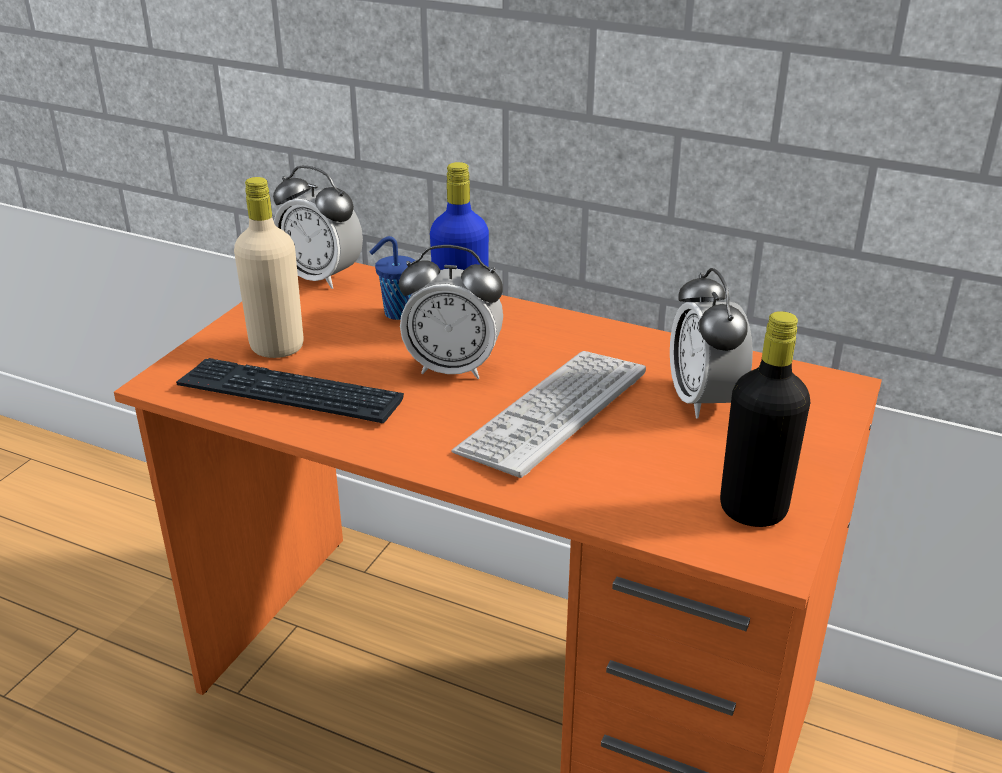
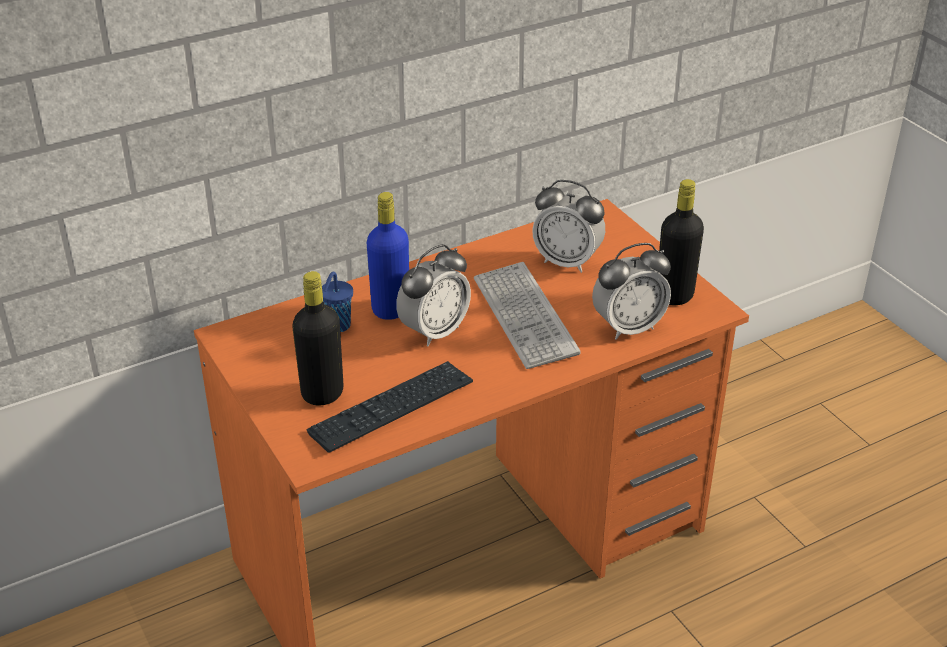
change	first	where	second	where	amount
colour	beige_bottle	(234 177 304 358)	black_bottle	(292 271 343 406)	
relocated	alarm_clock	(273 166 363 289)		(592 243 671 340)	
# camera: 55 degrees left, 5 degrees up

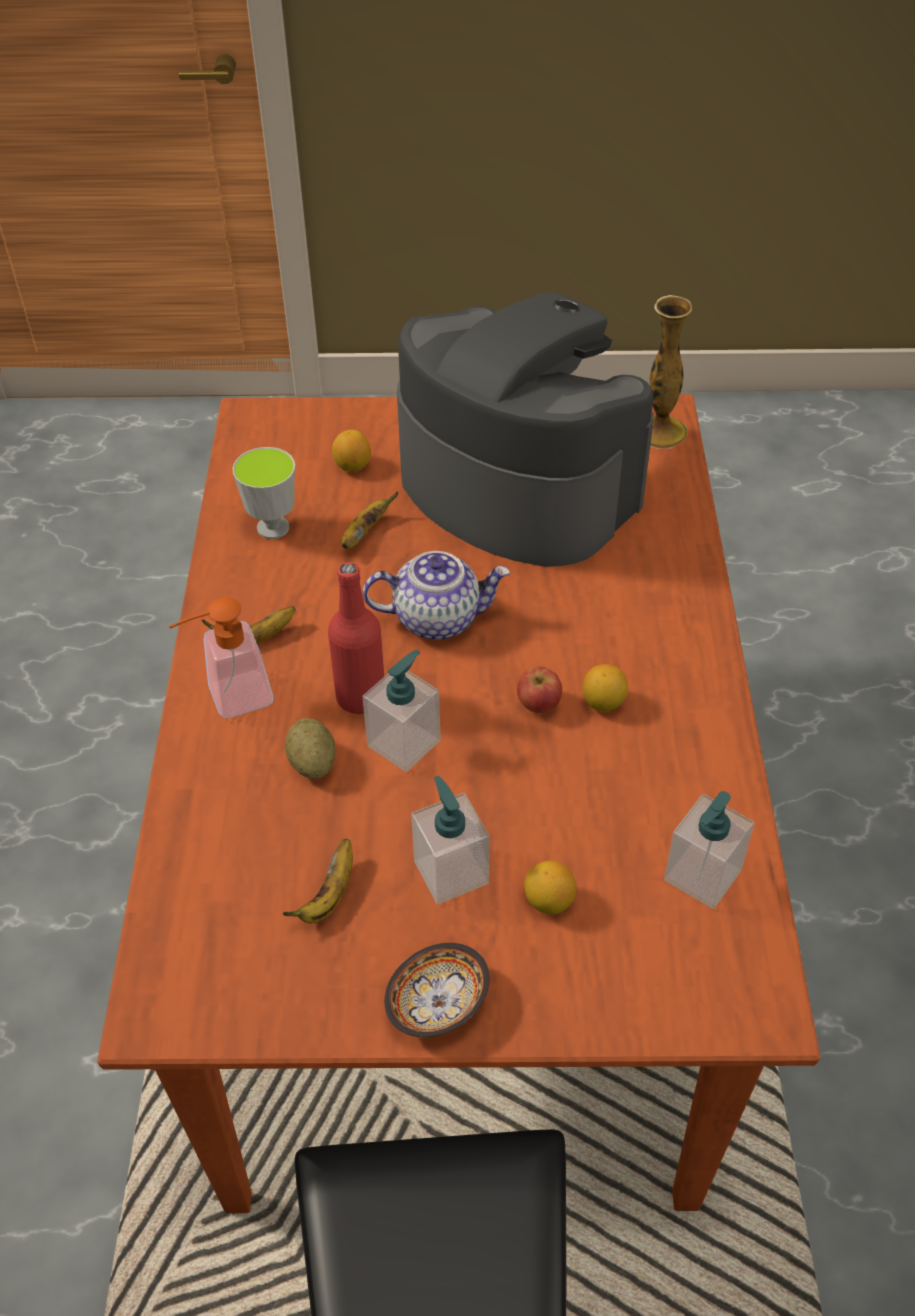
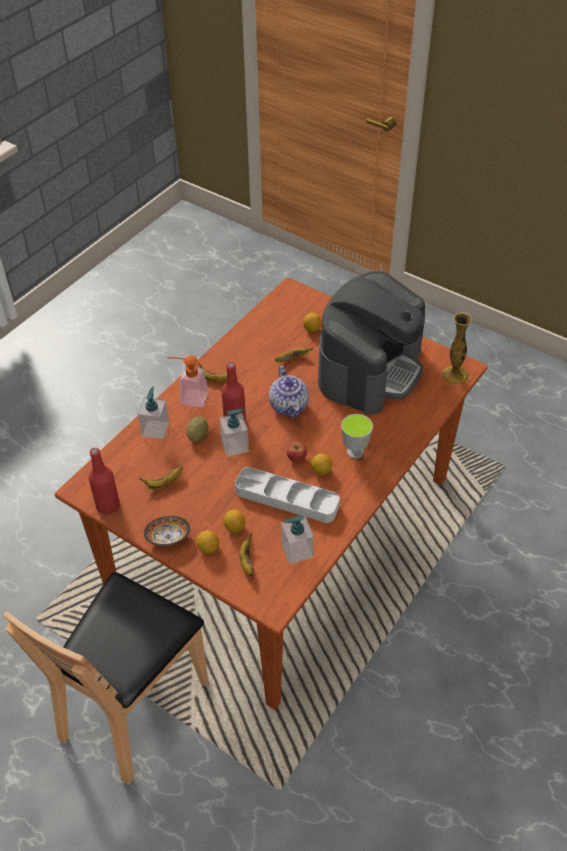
change	first	where	second	where	amount
appeared			red_bottle	(89 448 120 514)	
relocated	soap_dispenser	(411 776 489 905)		(138 387 169 439)	
appeared			lemon	(197 530 219 554)	
appeared			grey_tray	(235 467 340 523)	
appeared			banana	(240 532 254 576)	
spun	teapot	(363 551 510 640)		(269 366 309 418)	45 degrees clockwise
spun	coffee_machine	(397 292 654 567)		(318 271 426 415)	45 degrees clockwise
relocated	cup	(232 447 295 539)		(341 414 373 459)	
# camera: 35 degrees right, 0 degrees up

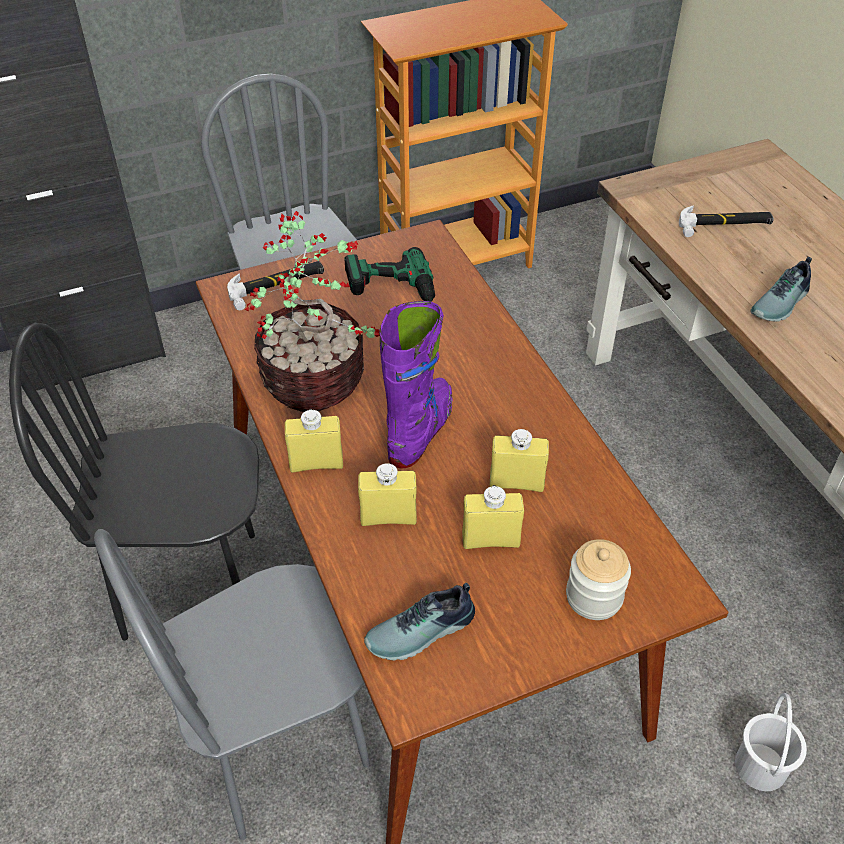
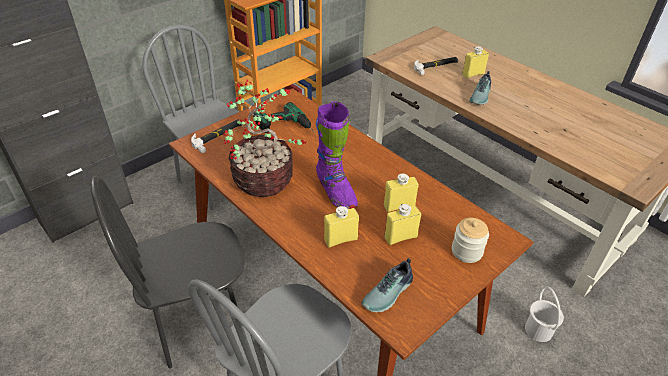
change	first	where	second	where	amount
spun	purple_boot	(379 301 453 469)		(316 102 358 209)	150 degrees clockwise
relocated	yellow_bottle	(285 409 343 473)		(462 46 489 78)	
# camera: 20 degrees left, 5 degrees down

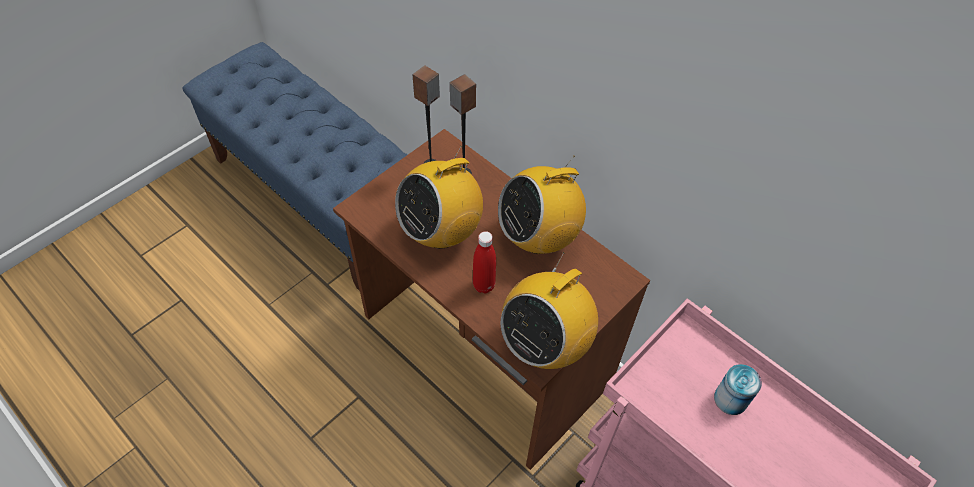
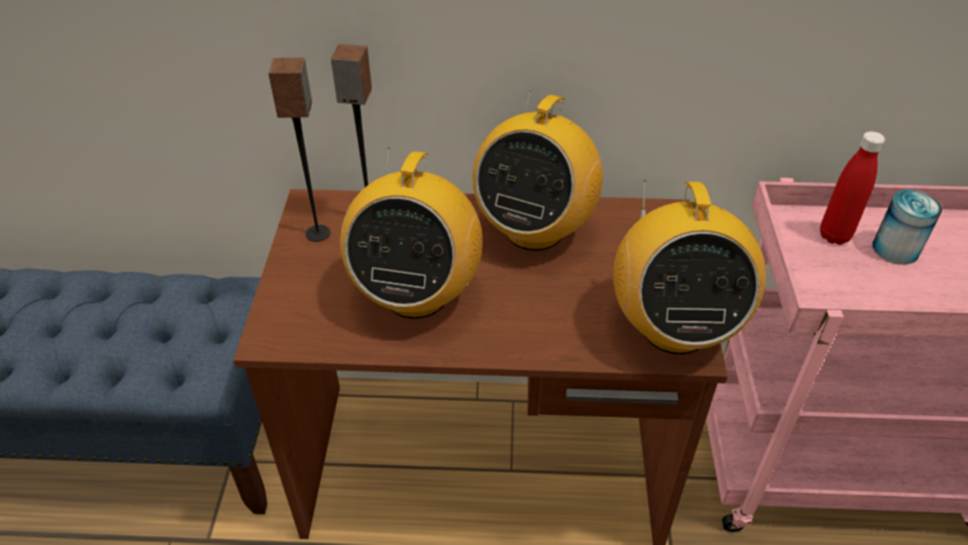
change	first	where	second	where	amount
relocated	red_bottle	(473 231 496 294)		(820 131 886 245)	
# camera: 40 degrees left, 10 degrees down

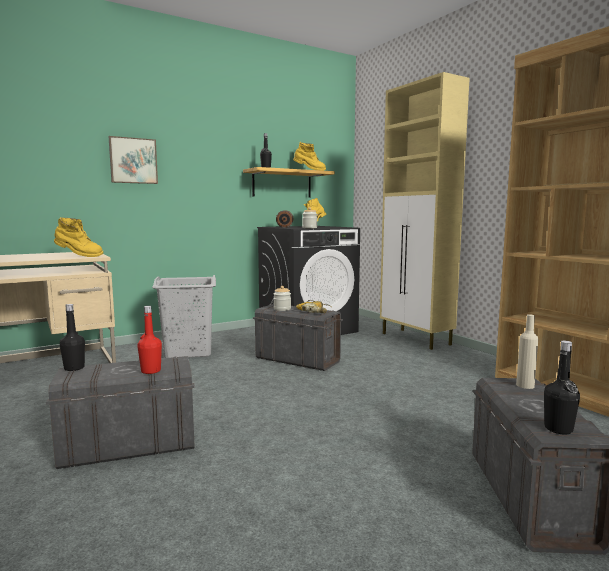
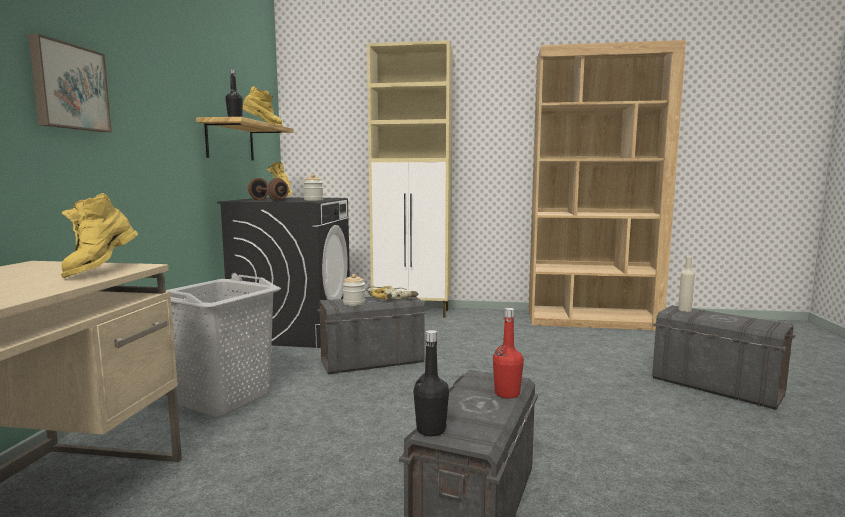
change	first	where	second	where	amount
spun	yellow_boot	(54 217 103 257)		(61 193 138 278)	150 degrees clockwise
missing	black_bottle	(544 341 580 434)			
# camera: 50 degrees left, 0 degrees up

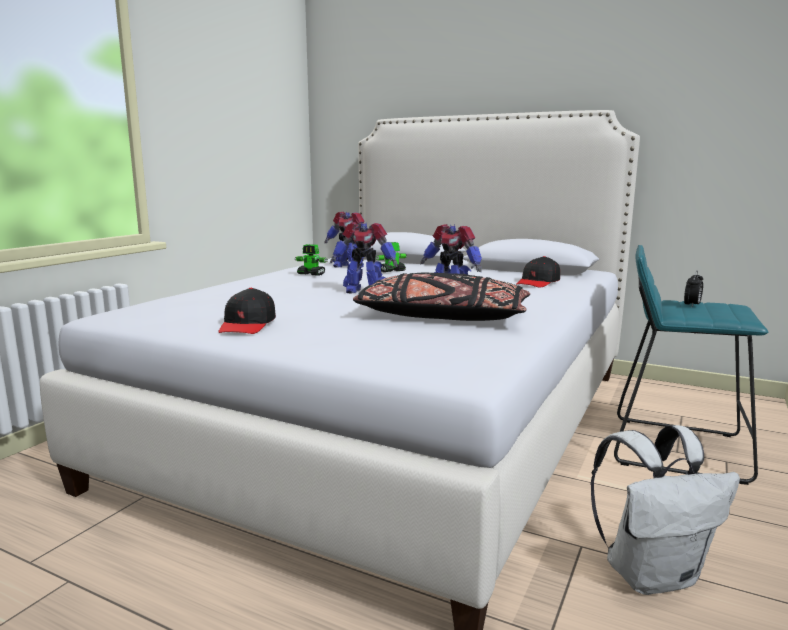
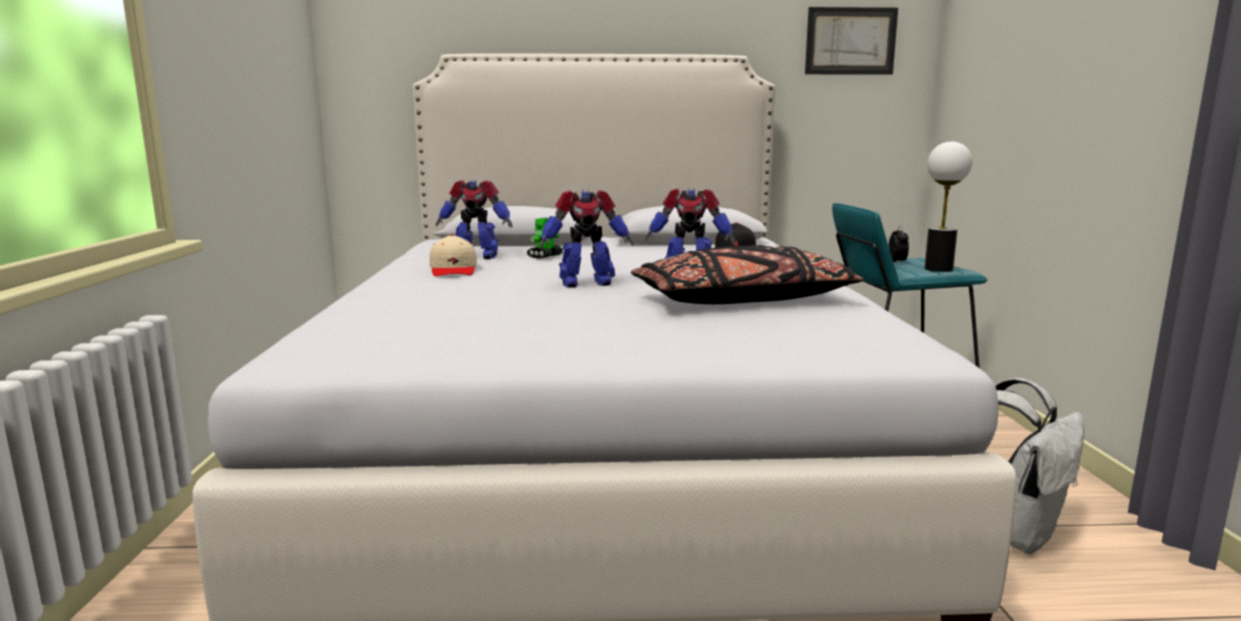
change	first	where	second	where	amount
exchanged	toy_robot	(295 244 328 276)	beige_cap	(430 235 477 277)	
appeared			picture	(805 7 898 75)	
appeared			table_lamp	(924 141 972 272)	
missing	black_cap	(218 288 276 334)			
# camera: 30 degrees left, 0 degrees up

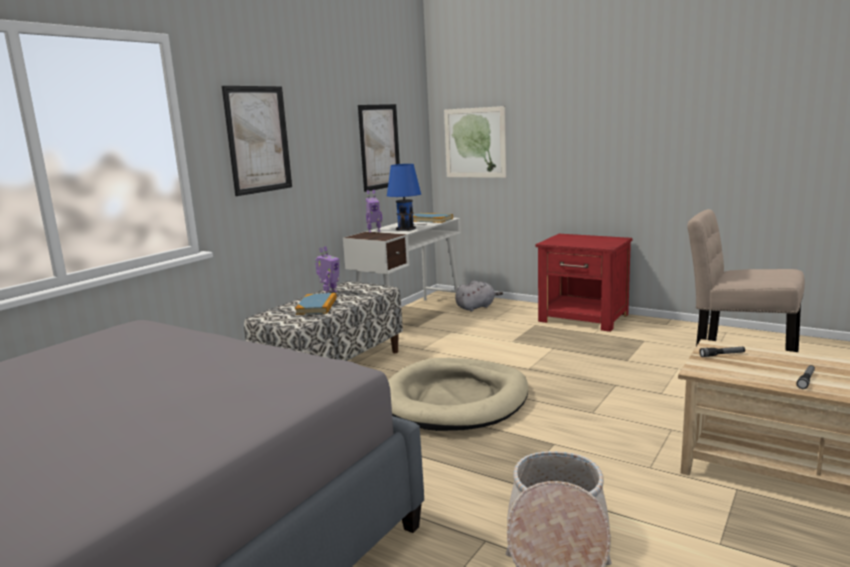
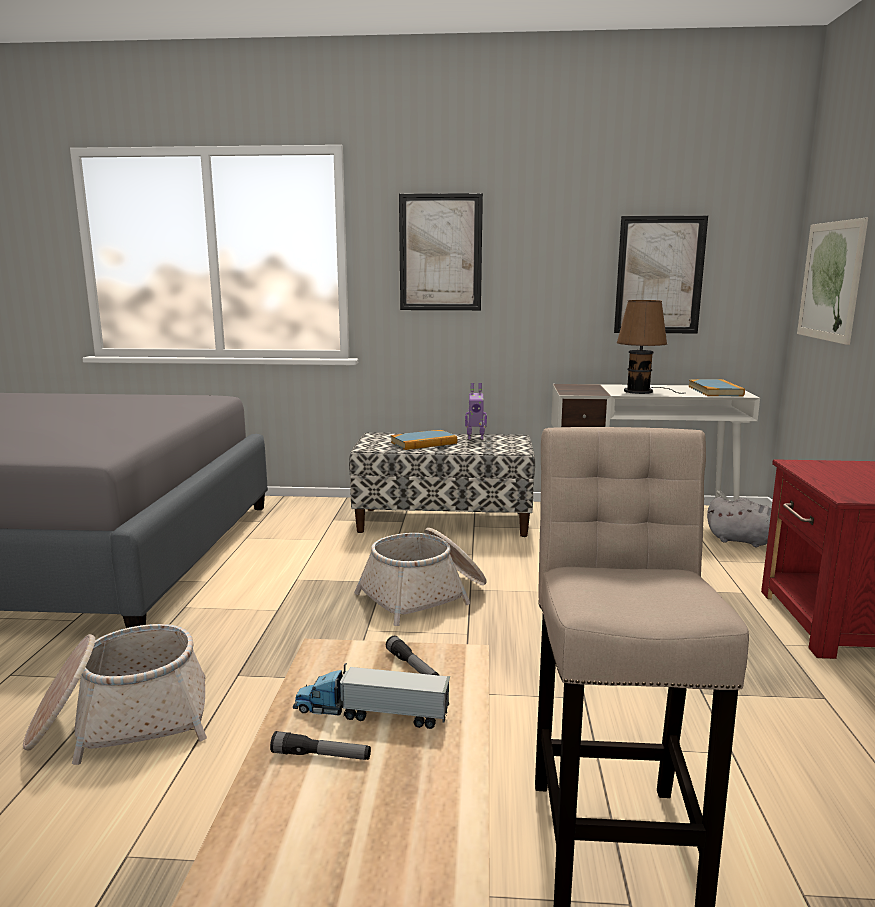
change	first	where	second	where	amount
appeared			toy_truck	(293 663 450 729)	
exchanged	beige_dog_bed	(388 358 528 431)	basket	(354 528 487 626)	
colour	blue_table_lamp	(386 164 426 231)	brown_table_lamp	(616 300 682 394)	
missing	toy_robot	(366 190 382 232)			
# camera: 60 degrees right, 0 degrees up

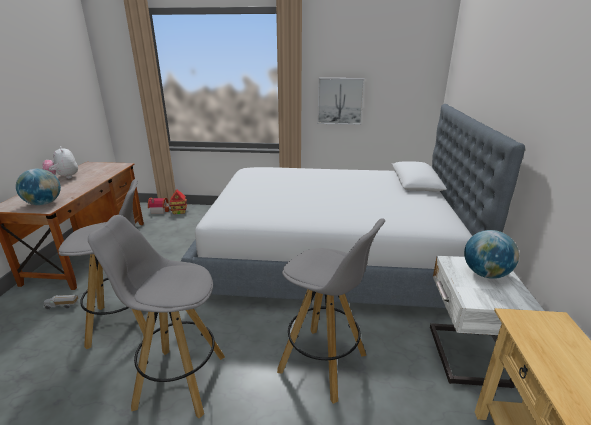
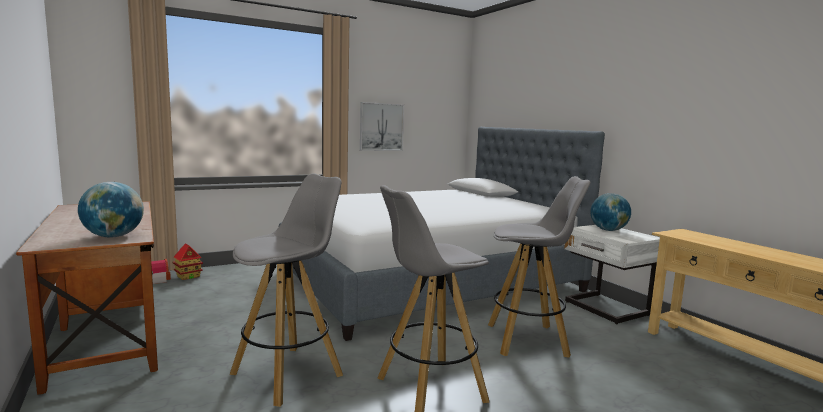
change	first	where	second	where	amount
missing	plush_toy	(42 146 78 179)			
missing	toy_truck	(43 295 78 310)			
# camera: 35 degrees left, 15 degrees down

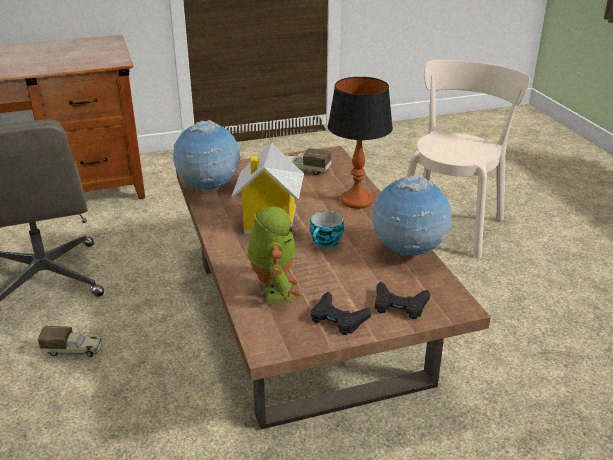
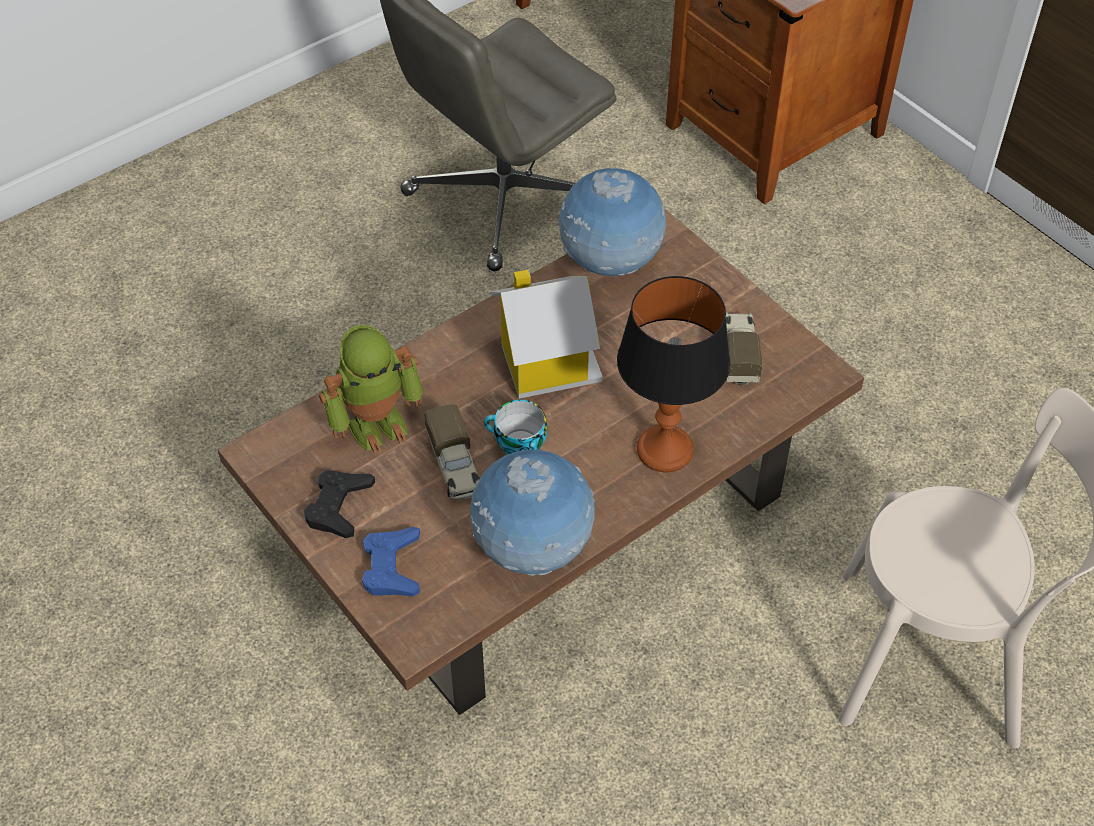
change	first	where	second	where	amount
colour	black_game_controller	(375 282 430 319)	blue_game_controller	(362 527 420 596)	
relocated	toy_truck	(38 326 102 357)		(424 404 479 500)	
# camera: 70 degrees right, 20 degrees up

